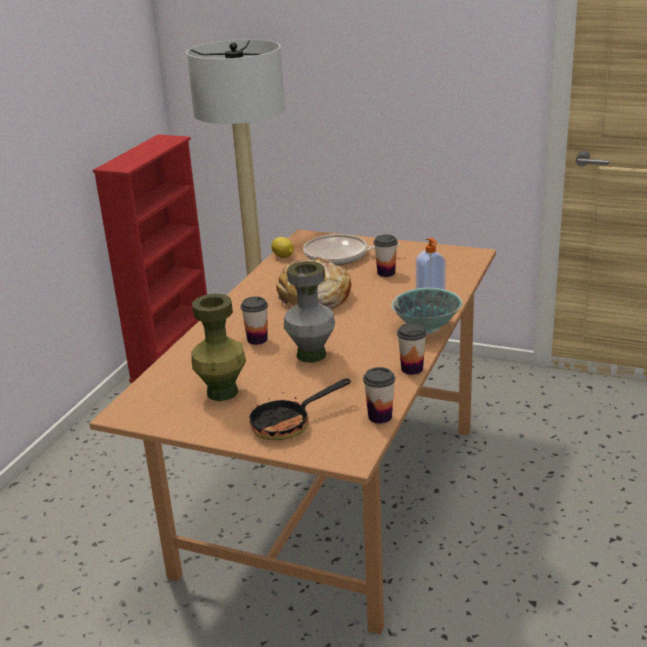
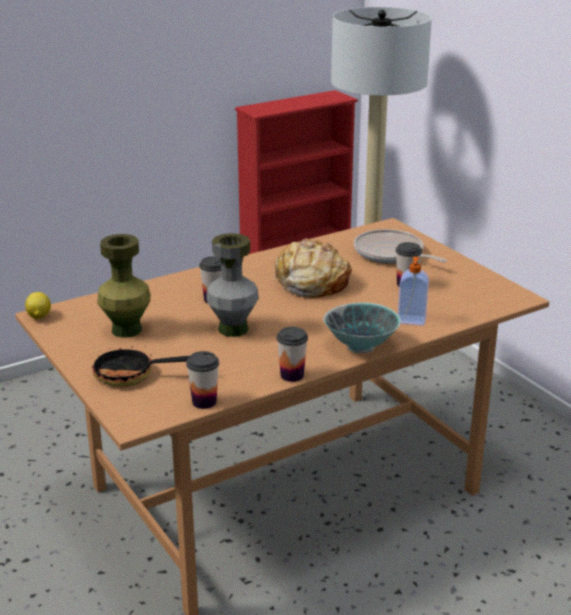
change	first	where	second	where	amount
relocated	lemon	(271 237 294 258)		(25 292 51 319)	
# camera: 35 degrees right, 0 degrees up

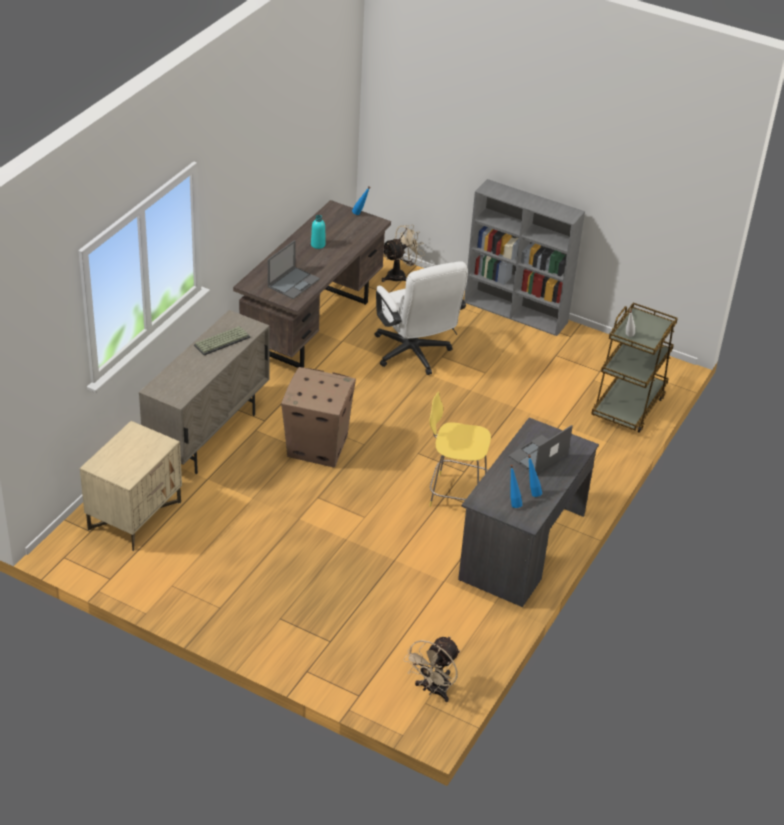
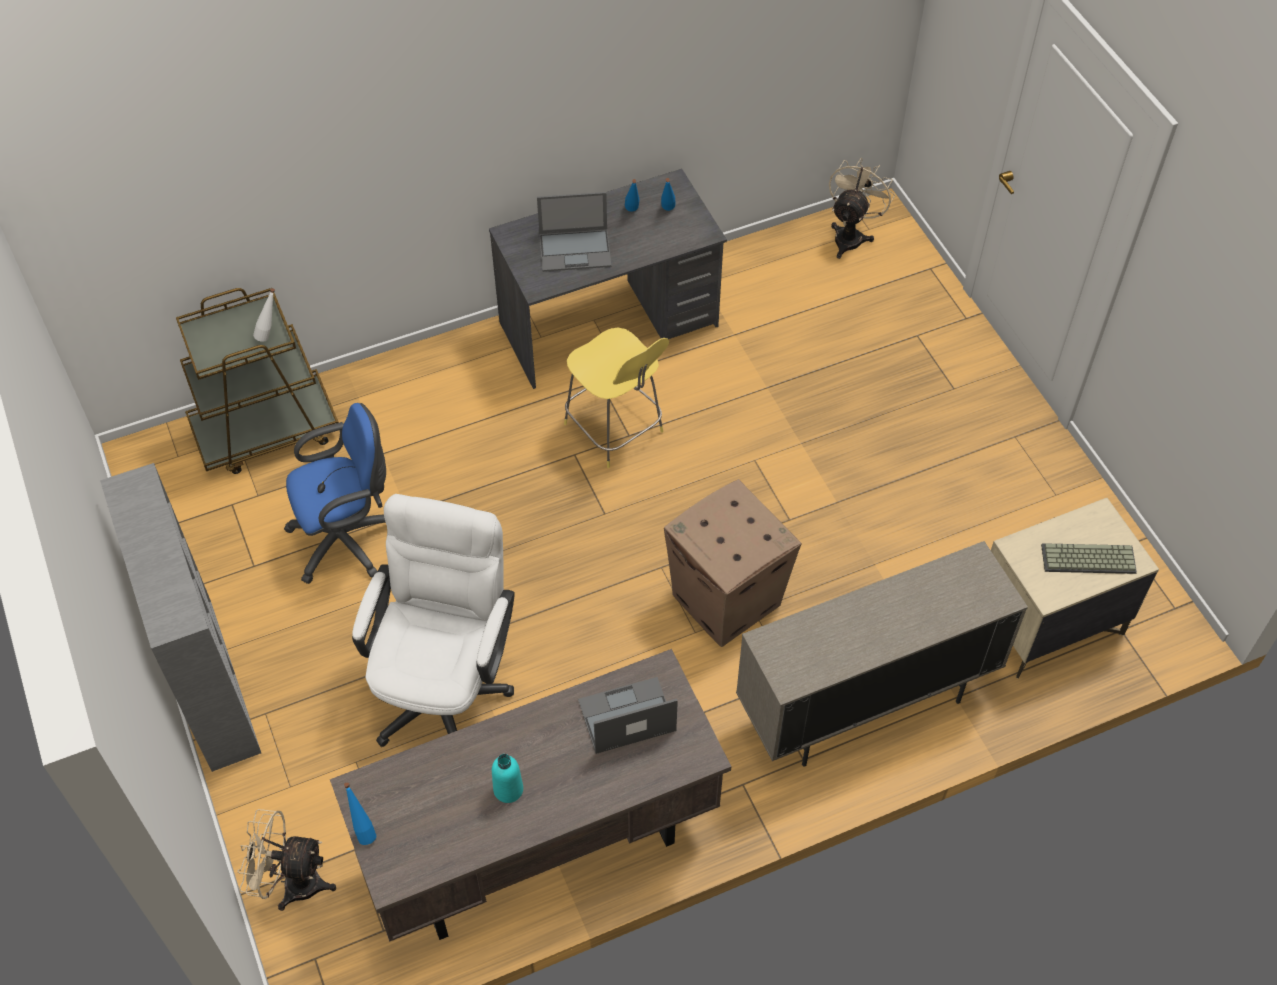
change	first	where	second	where	amount
appeared			blue_office_chair	(284 403 386 584)	
spun	beige_fan	(403 636 460 702)		(829 158 895 259)	45 degrees counterclockwise
relocated	keyboard	(194 326 250 355)		(1041 543 1137 574)	
# camera: 140 degrees left, 15 degrees up

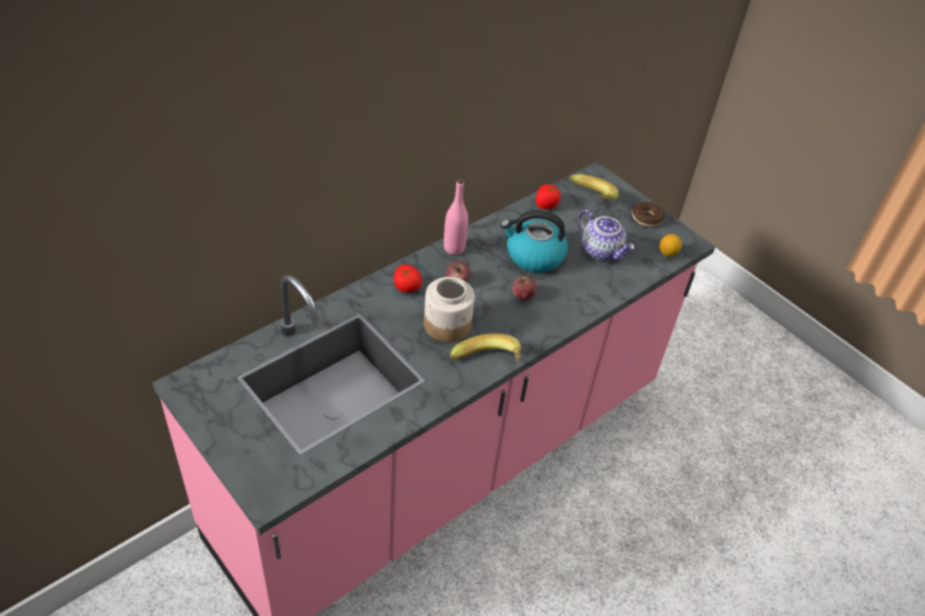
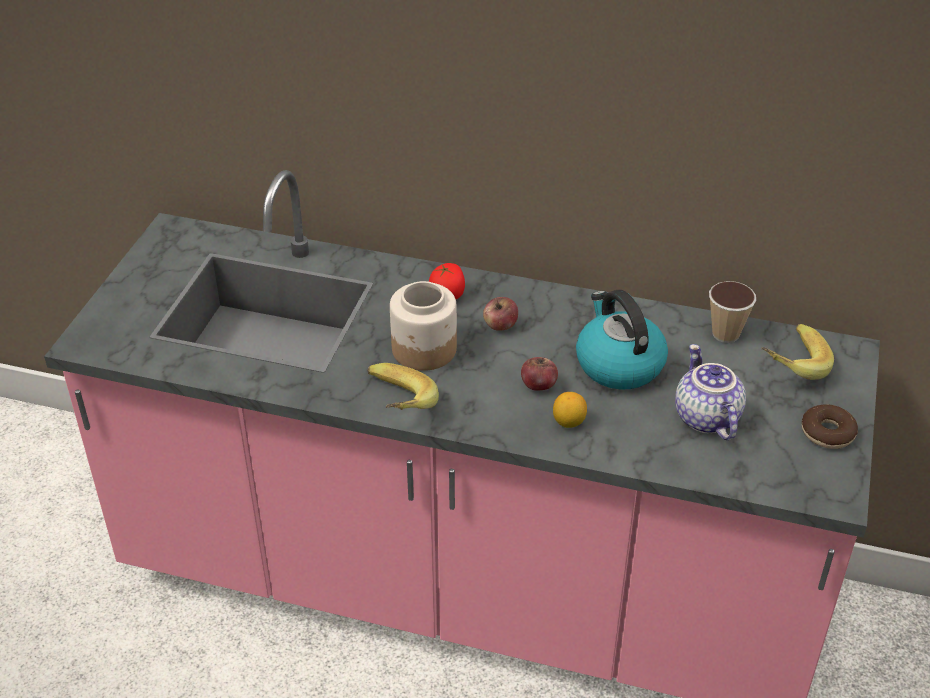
change	first	where	second	where	amount
relocated	lemon	(660 234 682 257)		(553 392 587 428)	
spun	teapot	(578 210 634 261)		(675 344 746 440)	150 degrees clockwise
exchanged	tomato	(536 184 561 209)	cup	(709 281 756 343)	
missing	pink_bottle	(444 179 468 255)			
# camera: 60 degrees right, 5 degrees down

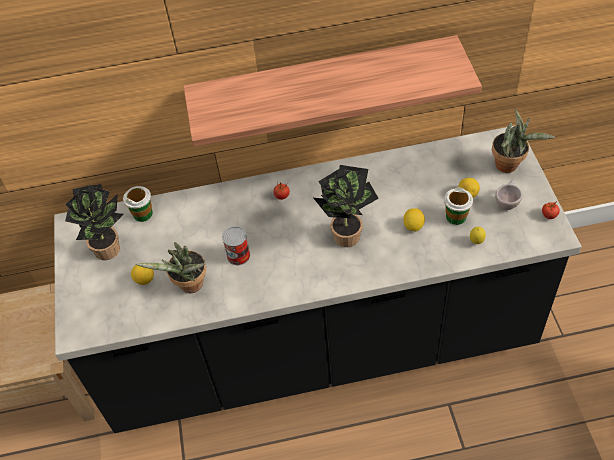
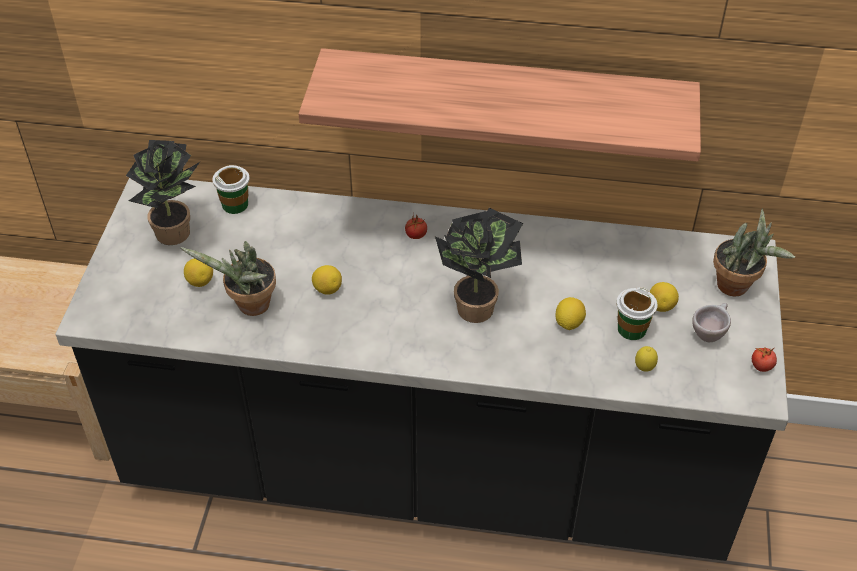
change	first	where	second	where	amount
exchanged	can	(222 226 250 265)	lemon	(312 265 342 295)	
# camera: 15 degrees right, 5 degrees down

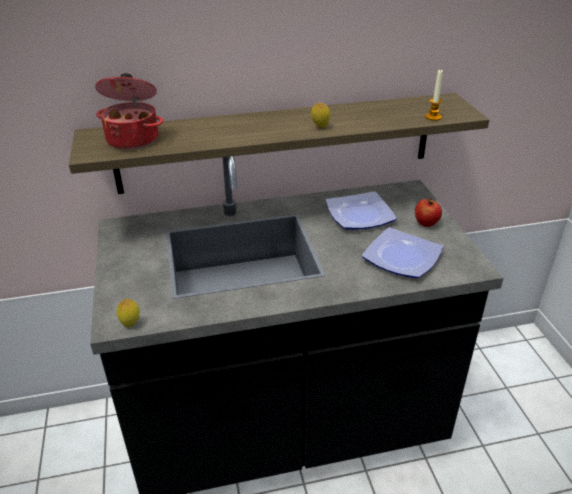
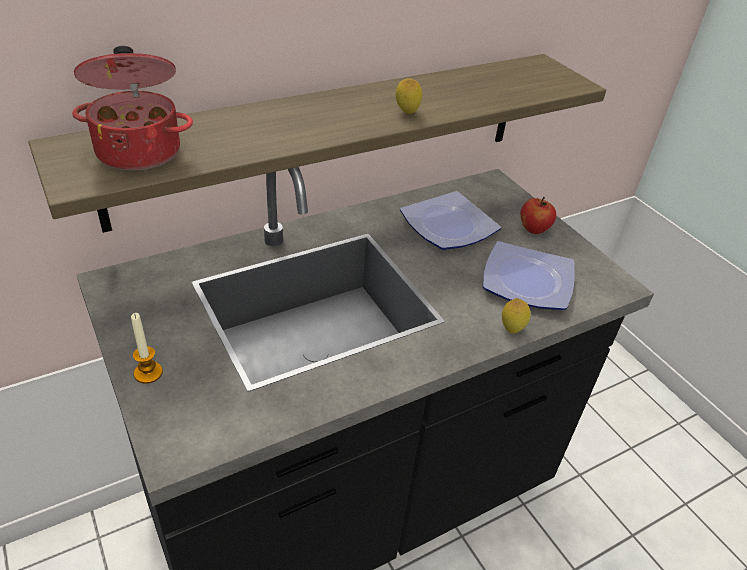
change	first	where	second	where	amount
relocated	candle	(425 69 443 121)		(131 313 163 384)	
relocated	lemon	(117 298 140 327)		(502 298 531 334)	
# camera: 20 degrees left, 5 degrees up

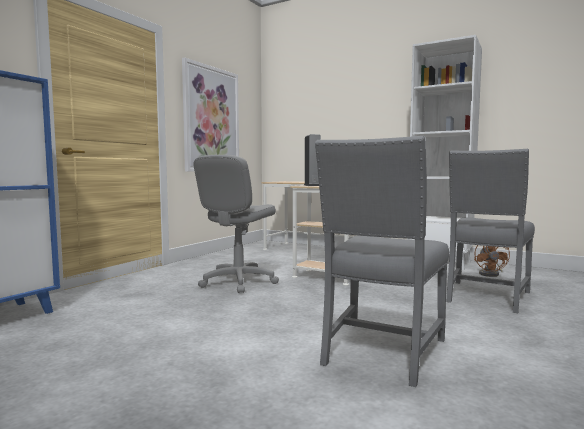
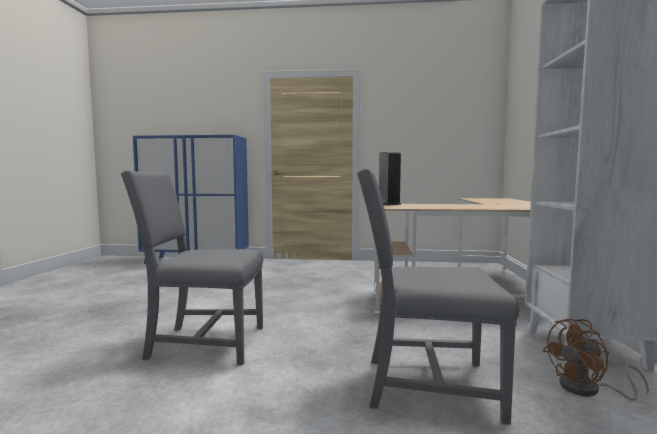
change	first	where	second	where	amount
missing	picture	(182 57 239 172)			
missing	grey_office_chair	(193 155 279 293)			
# camera: 65 degrees right, 0 degrees up

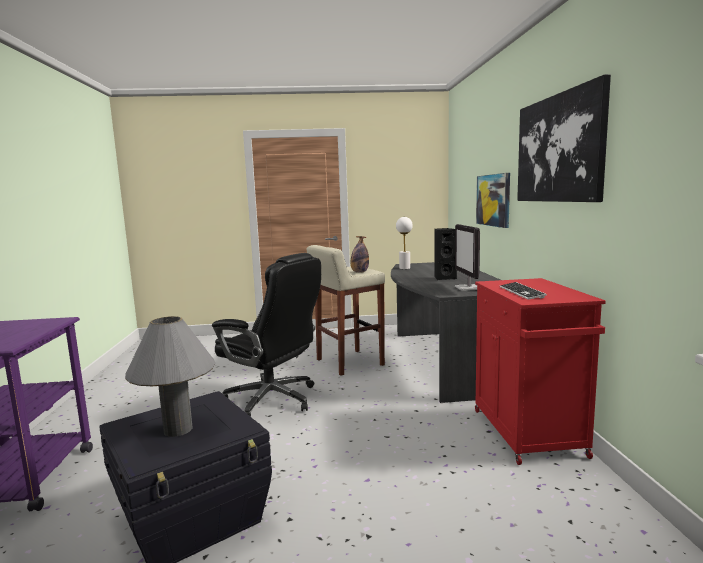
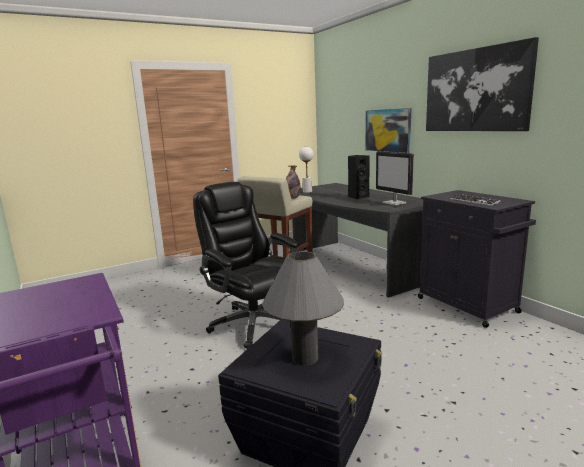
change	first	where	second	where	amount
spun	black_office_chair	(212 253 321 416)		(193 182 298 349)	135 degrees counterclockwise
colour	red_cabinet	(475 278 606 465)	black_cabinet	(418 190 536 328)	
# camera: 25 degrees left, 5 degrees up

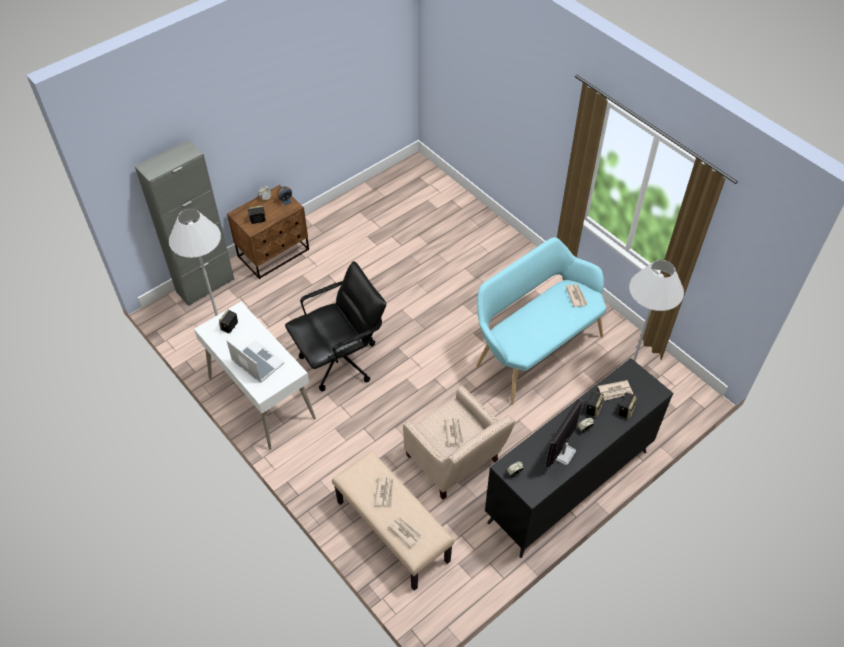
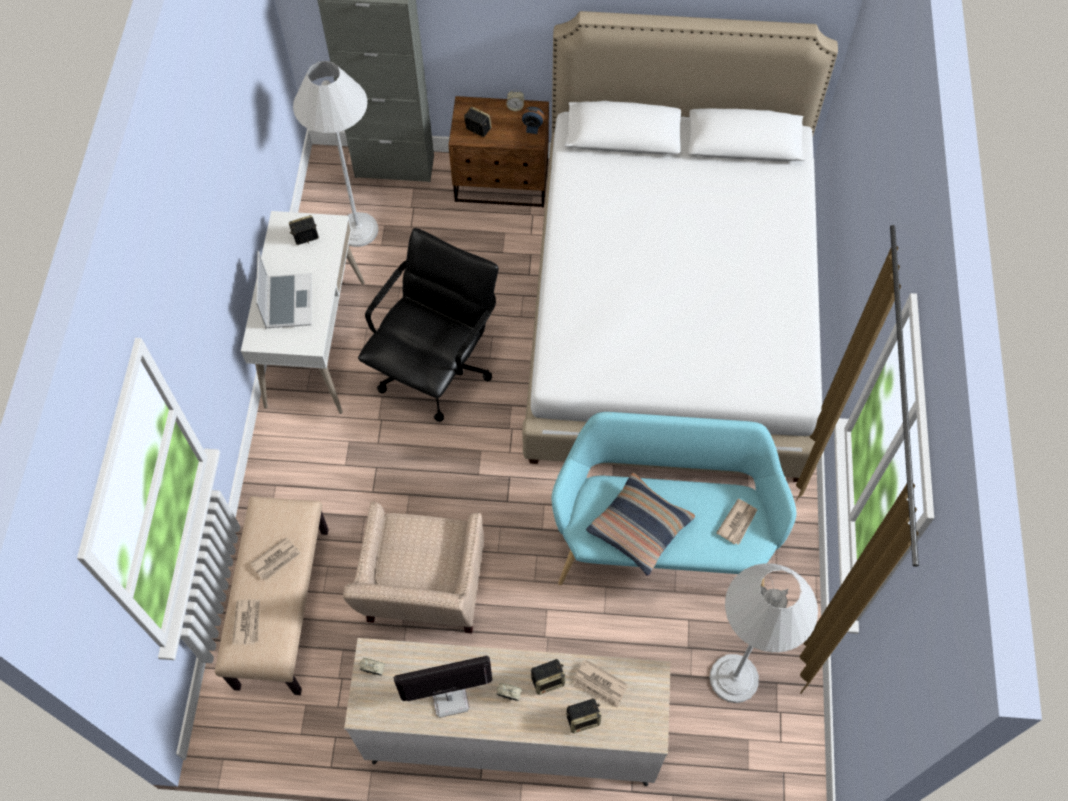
change	first	where	second	where	amount
colour	black_dresser	(485 358 673 558)	beige_dresser	(344 638 671 786)	
spun	black_office_chair	(285 261 386 391)		(358 228 498 422)	75 degrees counterclockwise
appeared			white_bed	(522 11 838 482)	
appeared			pillow	(586 473 695 576)	
missing	newspaper	(444 418 464 445)			
# camera: 45 degrees right, 10 degrees up

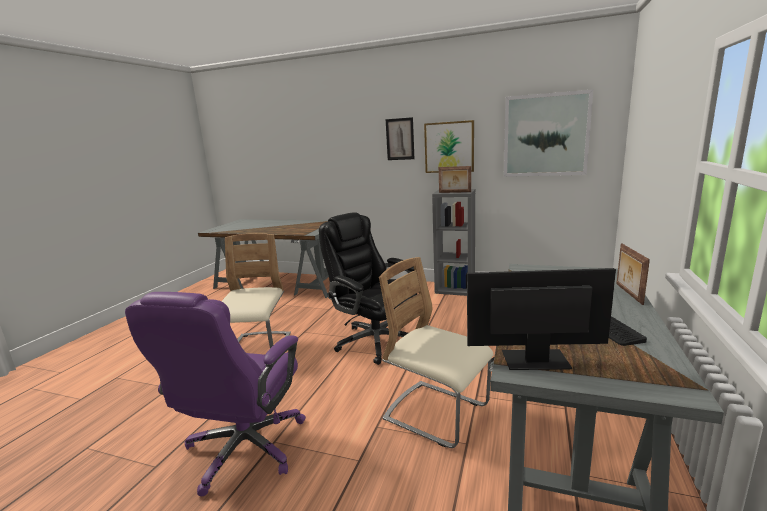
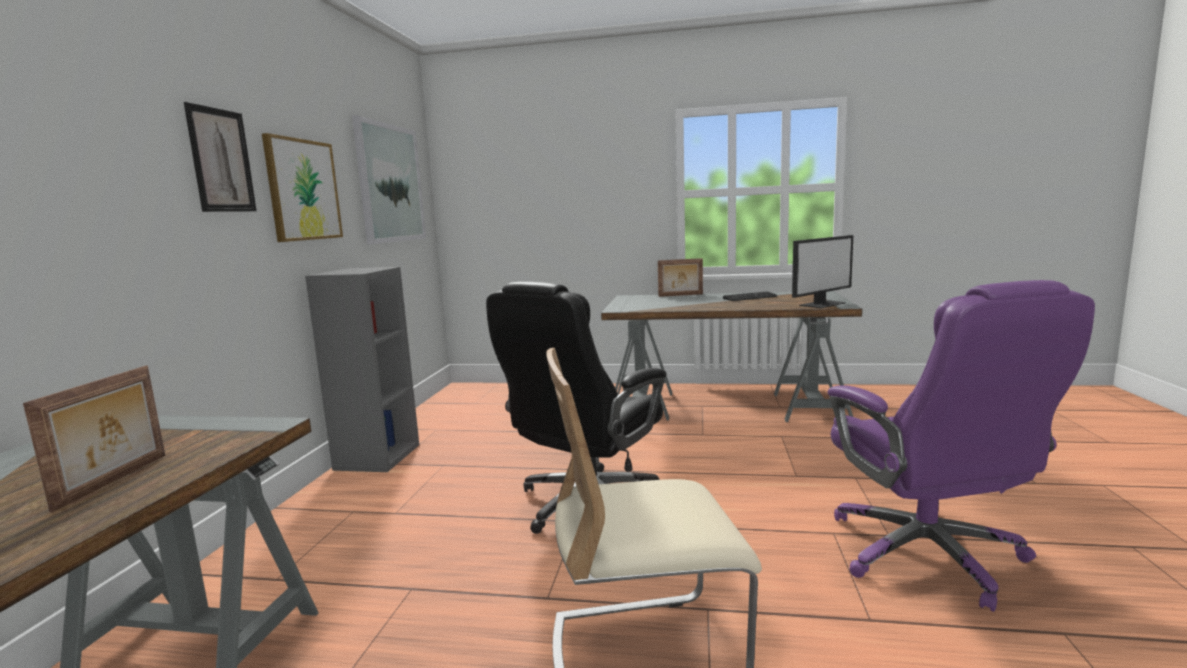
change	first	where	second	where	amount
relocated	picture_frame	(439 166 471 193)		(23 366 165 512)	
spun	monitor	(467 268 616 370)		(792 235 853 308)	120 degrees counterclockwise
spun	purple_office_chair	(125 292 306 496)		(828 280 1095 612)	75 degrees clockwise
missing	beige_chair	(379 257 494 448)			
# camera: 100 degrees left, 5 degrees down

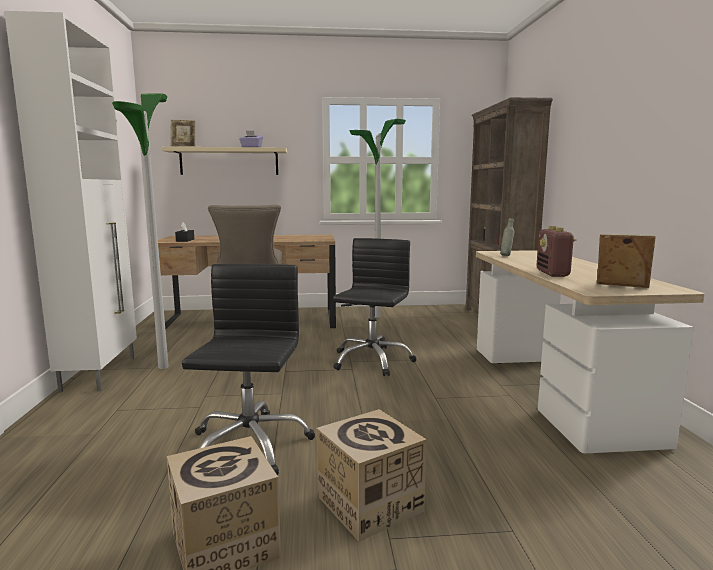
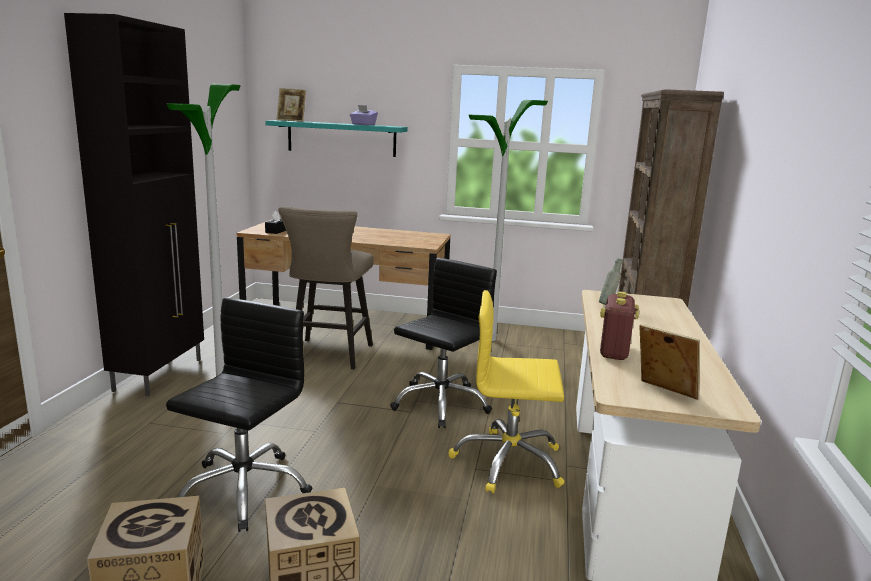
change	first	where	second	where	amount
colour	white_cabinet	(4 11 137 393)	black_cabinet	(64 13 204 397)	
colour	beige_shelf	(162 147 287 175)	turquoise_shelf	(265 120 407 157)	
appeared			yellow_office_chair	(448 290 565 493)	
# camera: 15 degrees right, 5 degrees up

